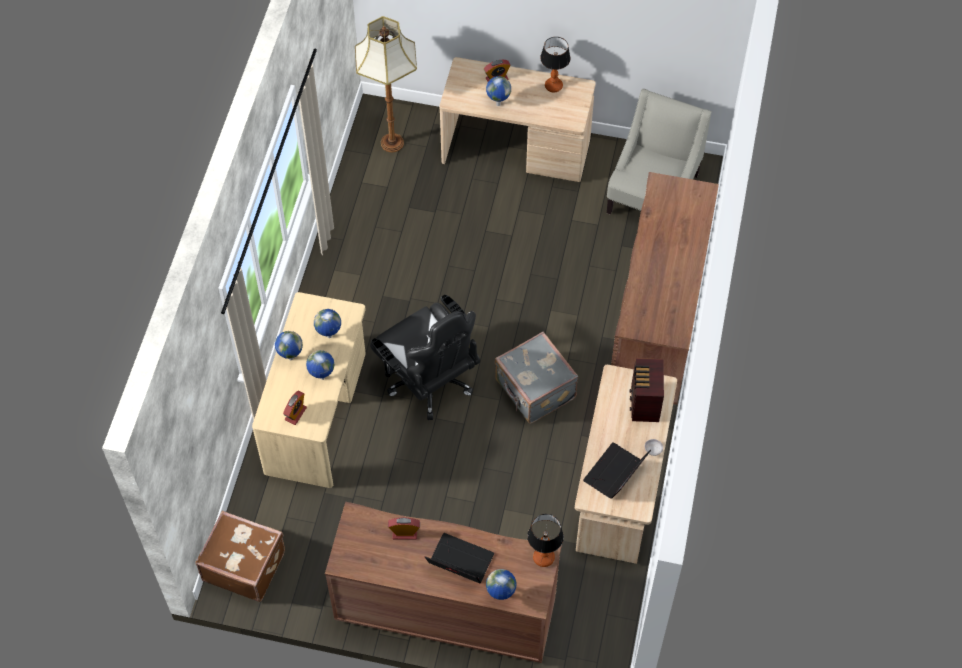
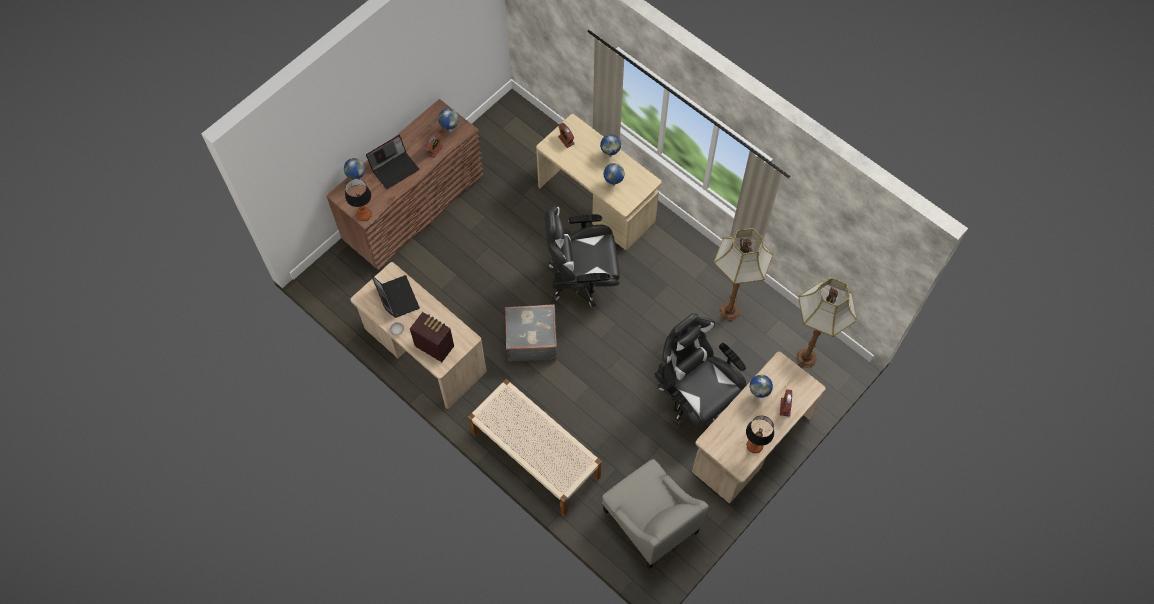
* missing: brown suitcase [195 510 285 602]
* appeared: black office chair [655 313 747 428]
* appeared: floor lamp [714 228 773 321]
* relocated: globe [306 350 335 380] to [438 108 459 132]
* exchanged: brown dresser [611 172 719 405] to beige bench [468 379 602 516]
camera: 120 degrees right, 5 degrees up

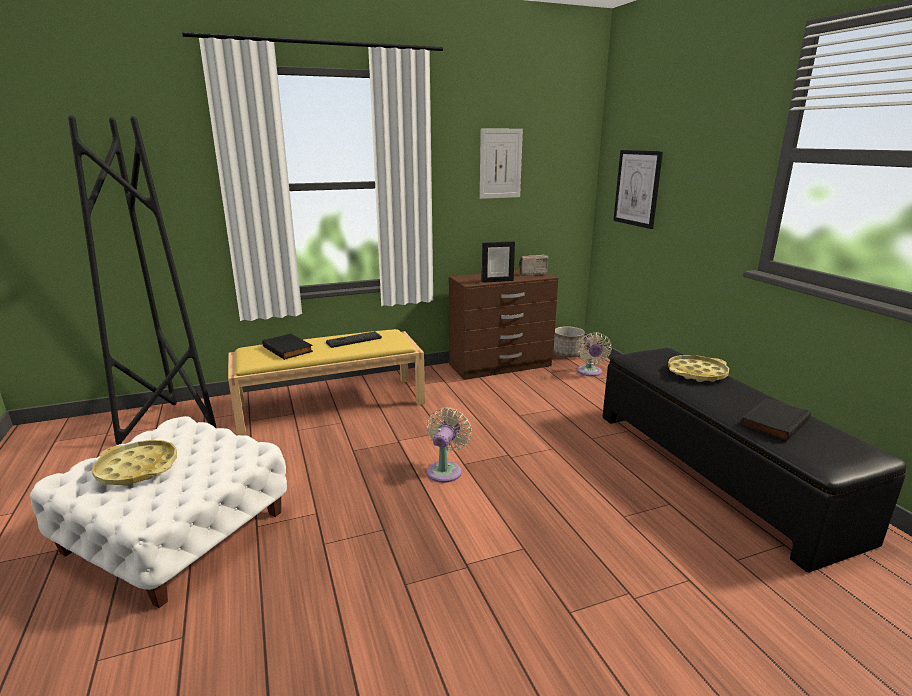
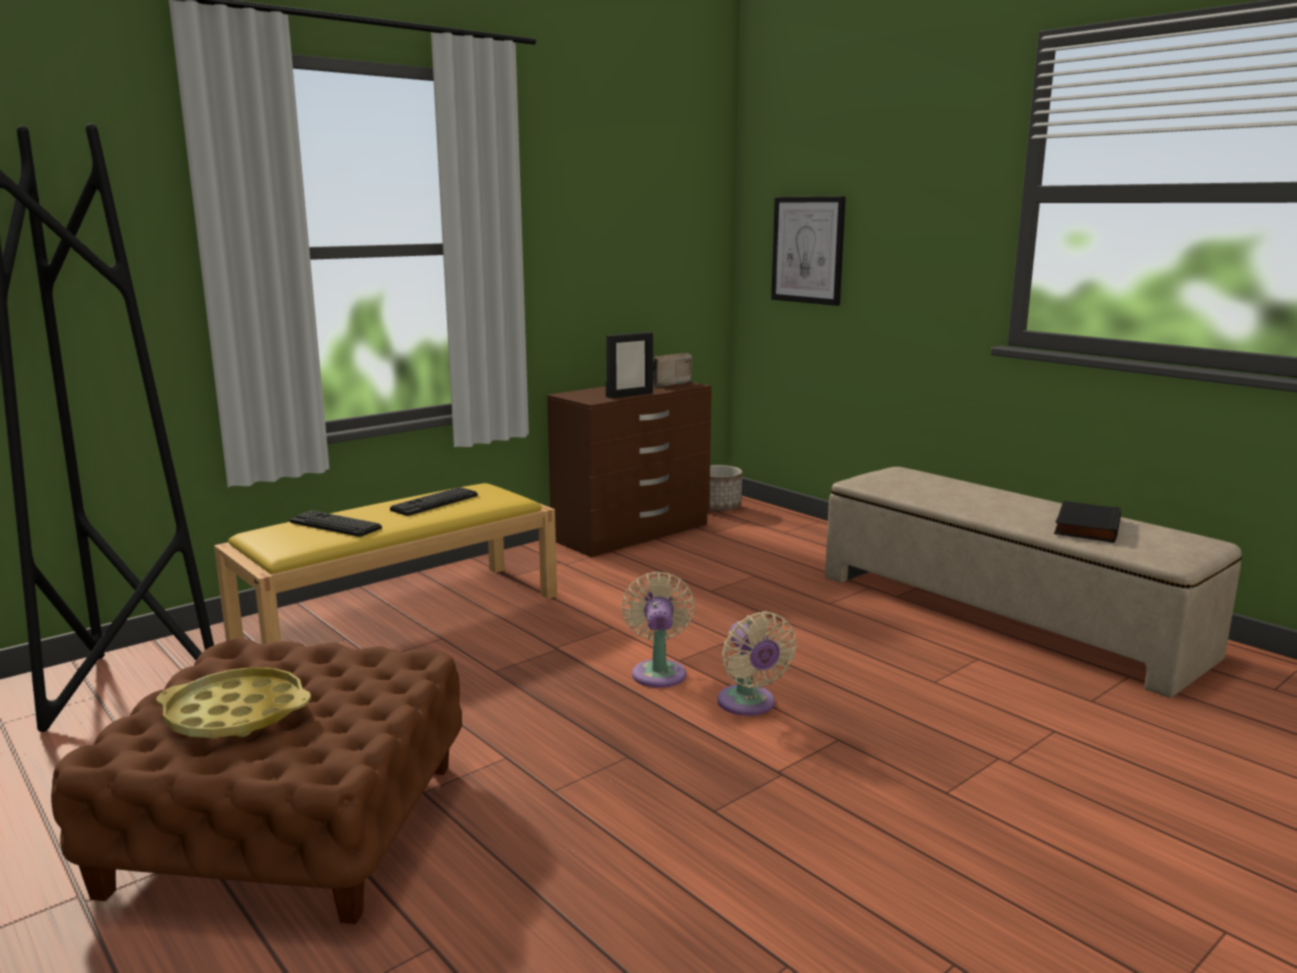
* missing: picture [480 128 523 199]
* missing: yellow tray [668 355 729 382]
* relocated: beige fan [577 332 612 376] to [717 611 797 716]
* exchanged: black book [262 334 313 360] to keyboard [290 510 382 537]
* colour: white ottoman [30 416 287 608] to brown ottoman [51 638 463 924]
* colour: black bench [602 348 906 573] to beige bench [825 467 1242 698]
camera: 20 degrees left, 5 degrees down

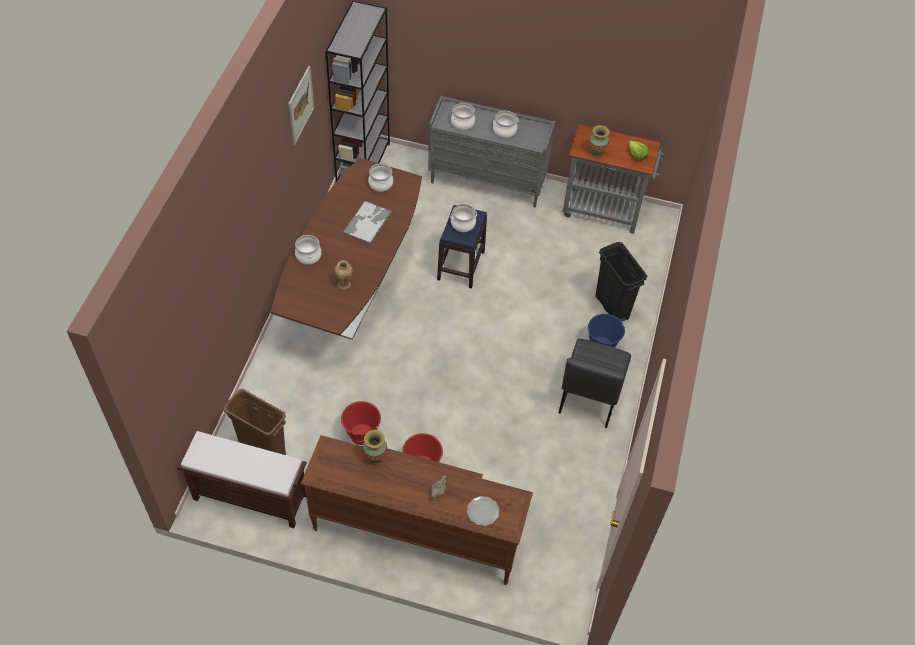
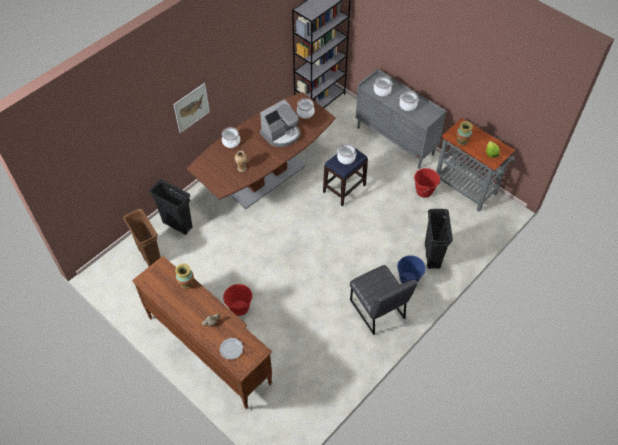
* missing: brown bench [177 431 306 528]
* appeared: black trash can [149 179 193 235]
* relocated: picture [288 66 314 145] to [173 83 210 133]
* relocated: red bucket [341 401 381 445] to [414 168 440 198]
* exchanged: tray [342 200 392 244] to coffee machine [260 99 300 147]
* spun: grey chair [559 339 631 428] = [350 265 418 335] 75 degrees counterclockwise
camera: 30 degrees right, 0 degrees up

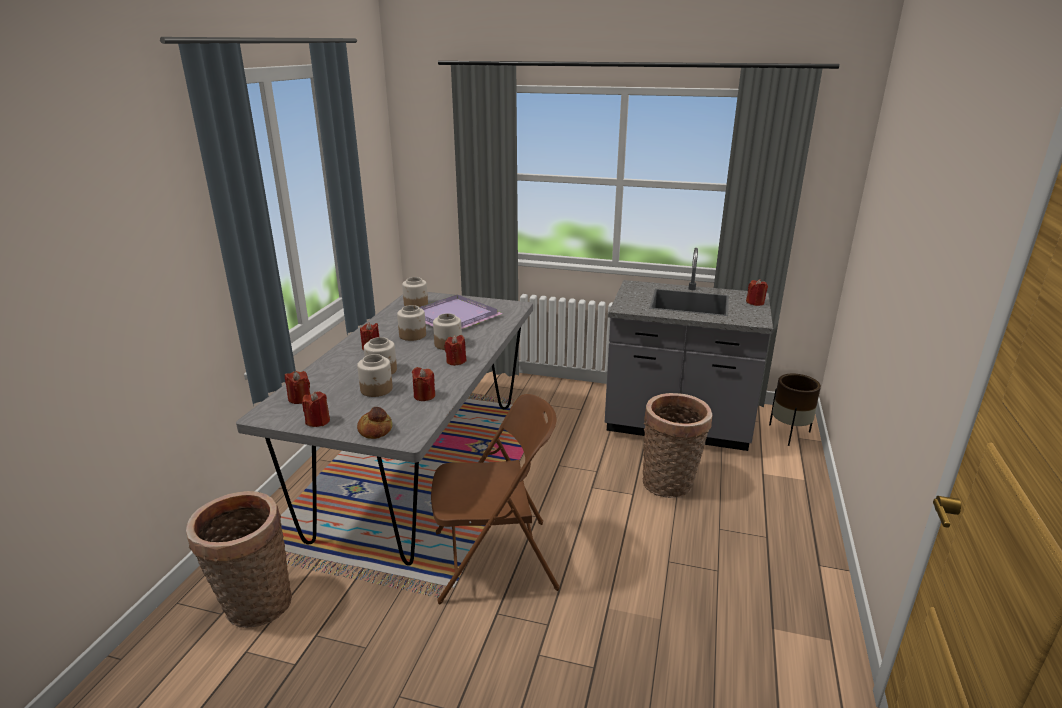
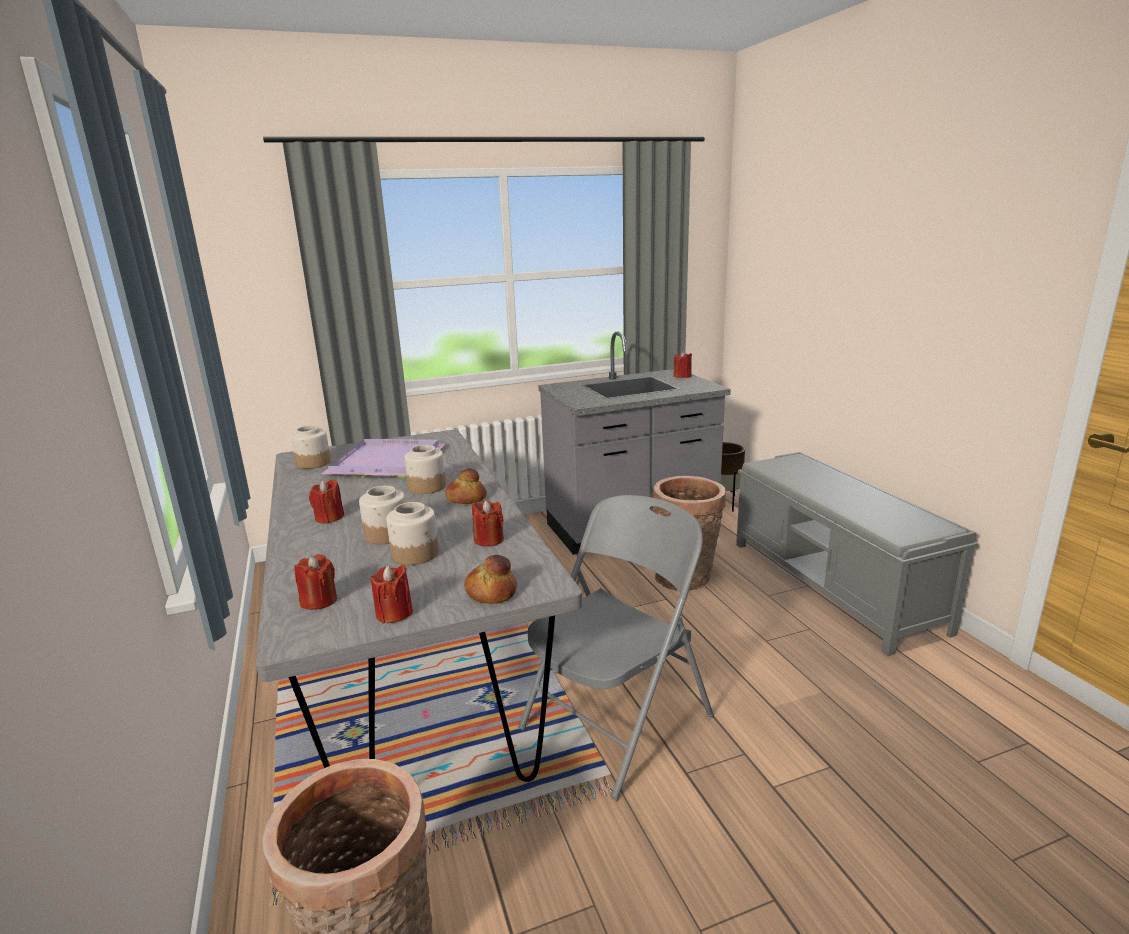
* missing: jar [397 305 426 341]
* appeared: grey bench [736 452 979 656]
* exchanged: red candle [444 335 466 366] to bread [445 468 487 504]
* colour: brown chair [431 394 560 604] to grey chair [518 495 714 801]
camera: 35 degrees left, 5 degrees down

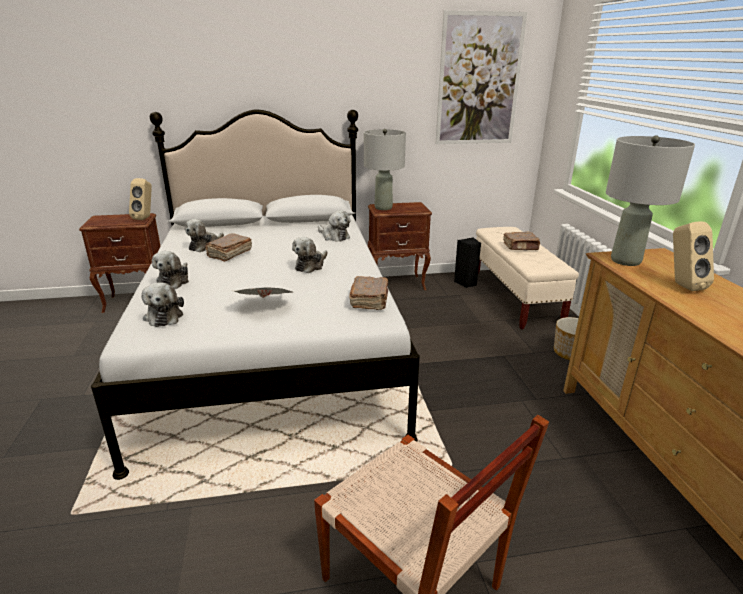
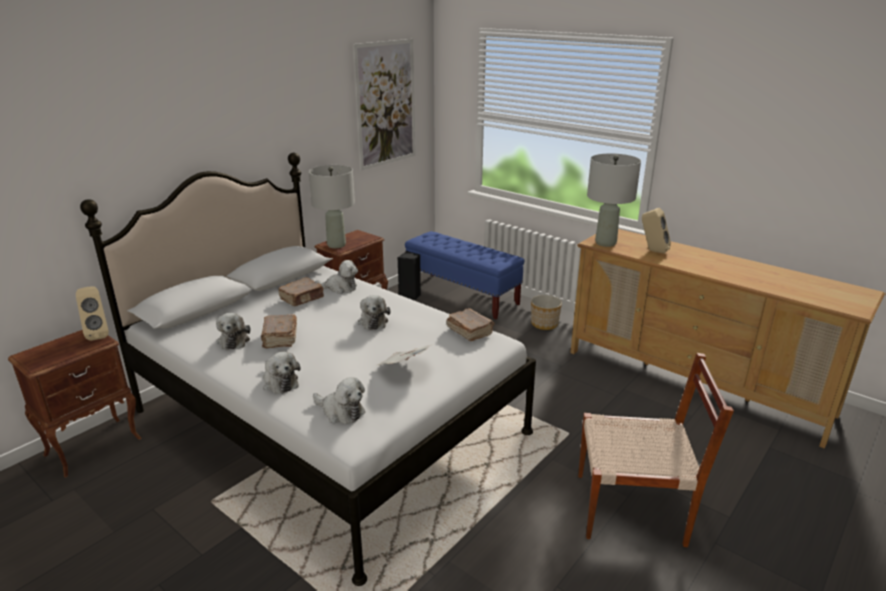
* relocated: brown book [503 232 540 250] to [278 278 324 306]
* colour: beige bench [476 227 579 329] to blue bench [405 231 525 320]
camera: 40 degrees left, 0 degrees up

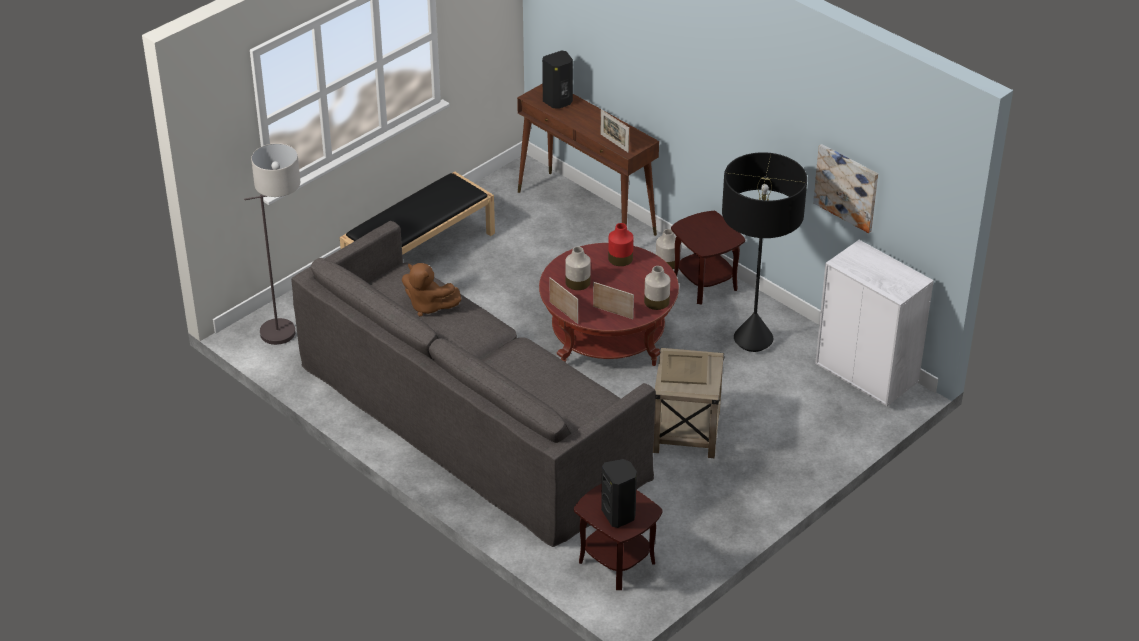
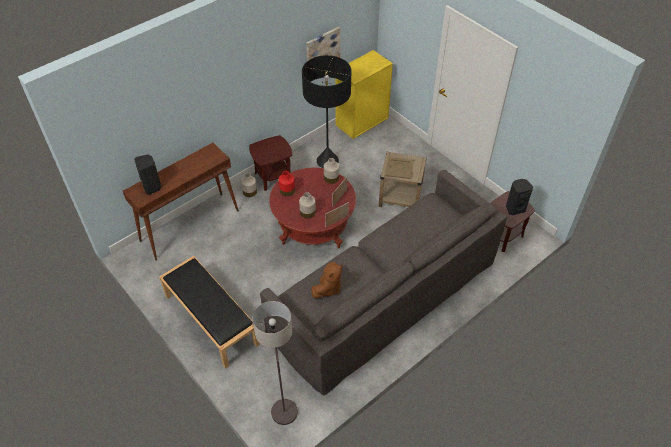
* missing: picture frame [601 109 629 152]
* colour: white cabinet [815 240 934 406] to yellow cabinet [335 50 393 139]
camera: 85 degrees left, 10 degrees up

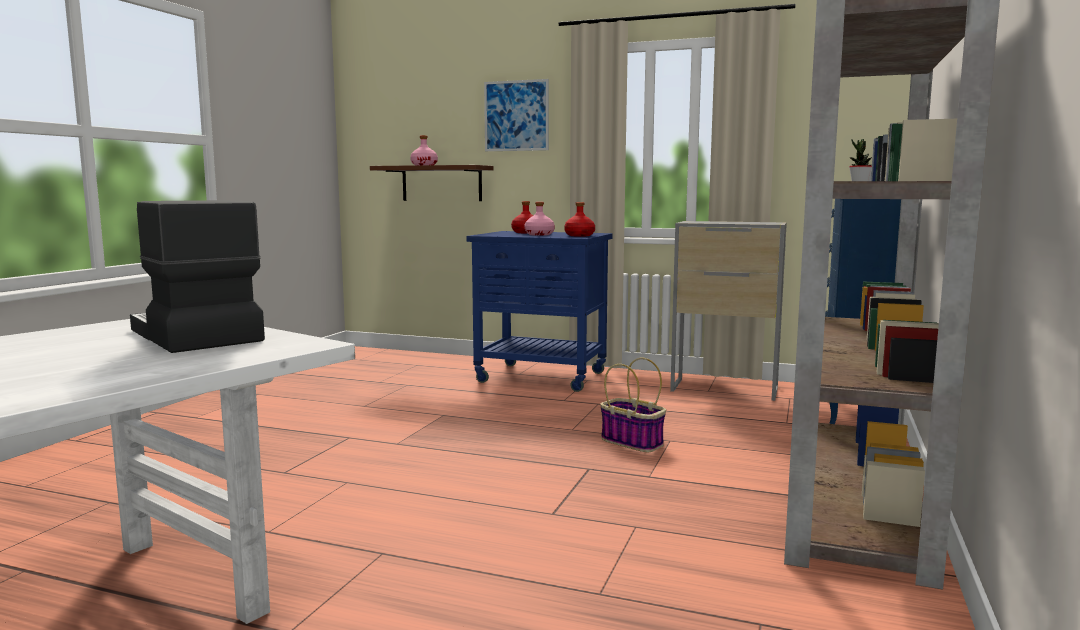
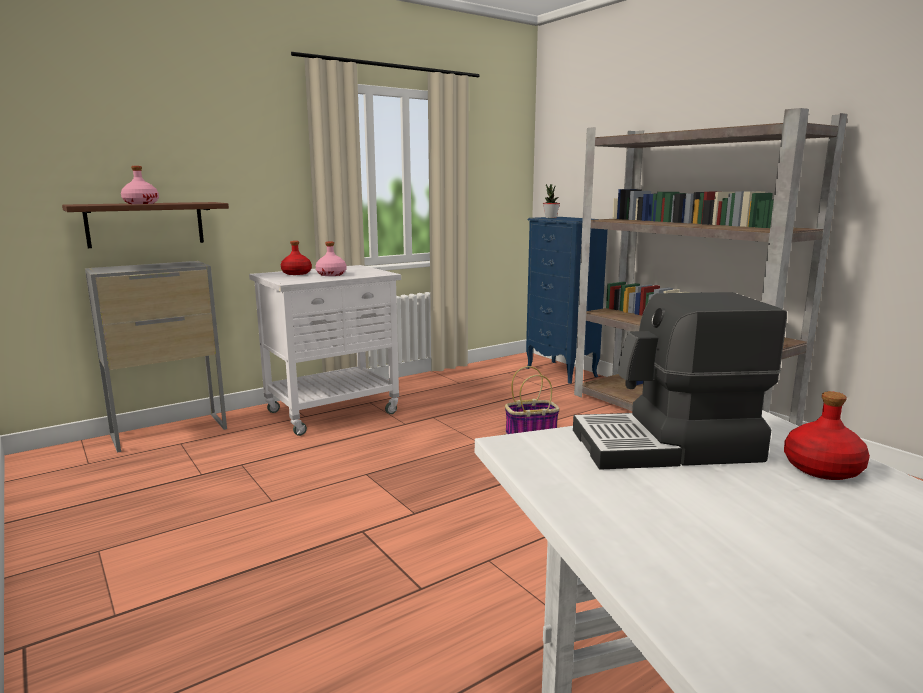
* missing: picture [484 79 549 151]
* relocated: red bottle [564 202 595 237] to [784 391 870 480]
* relocated: grey cabinet [670 221 787 401] to [85 261 227 453]
* colour: blue cart [466 231 613 392] to white cart [249 265 401 436]
camera: 55 degrees left, 5 degrees up

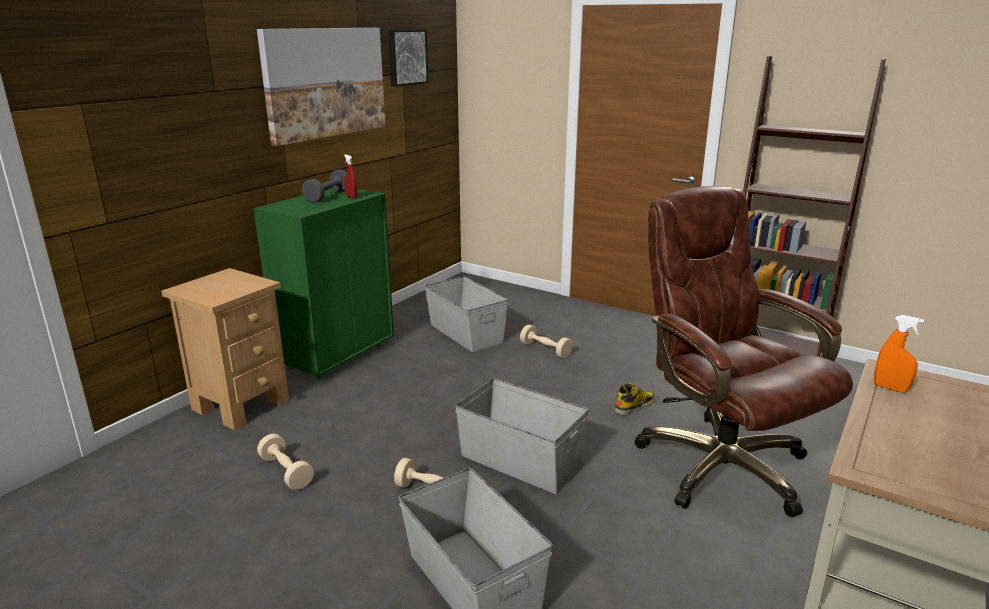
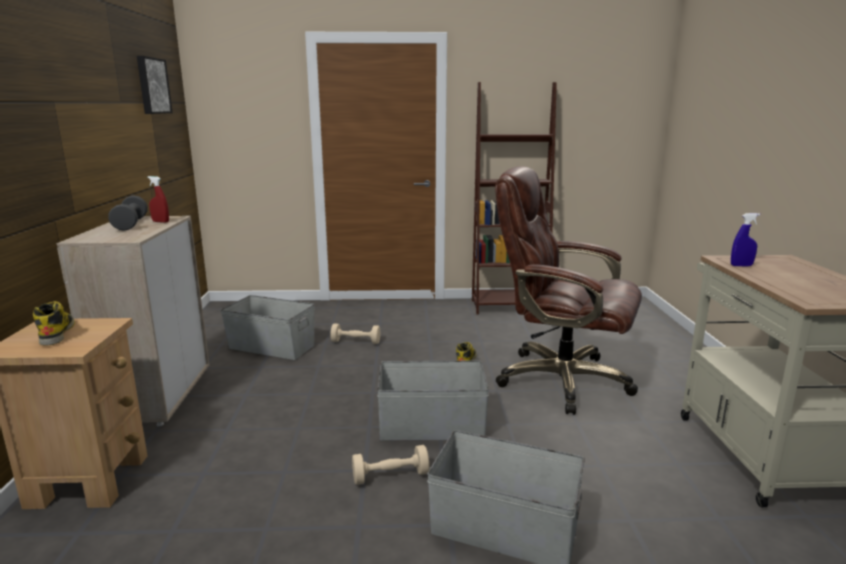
* missing: picture [257 28 386 146]
* missing: beige dumbbell [257 433 314 490]
* appeared: boot [33 301 75 345]
* colour: green cabinet [254 188 394 379] to beige cabinet [57 216 209 426]
* colour: orange spray bottle [874 315 924 393] to blue spray bottle [731 213 760 266]
camera: 35 degrees left, 5 degrees down

